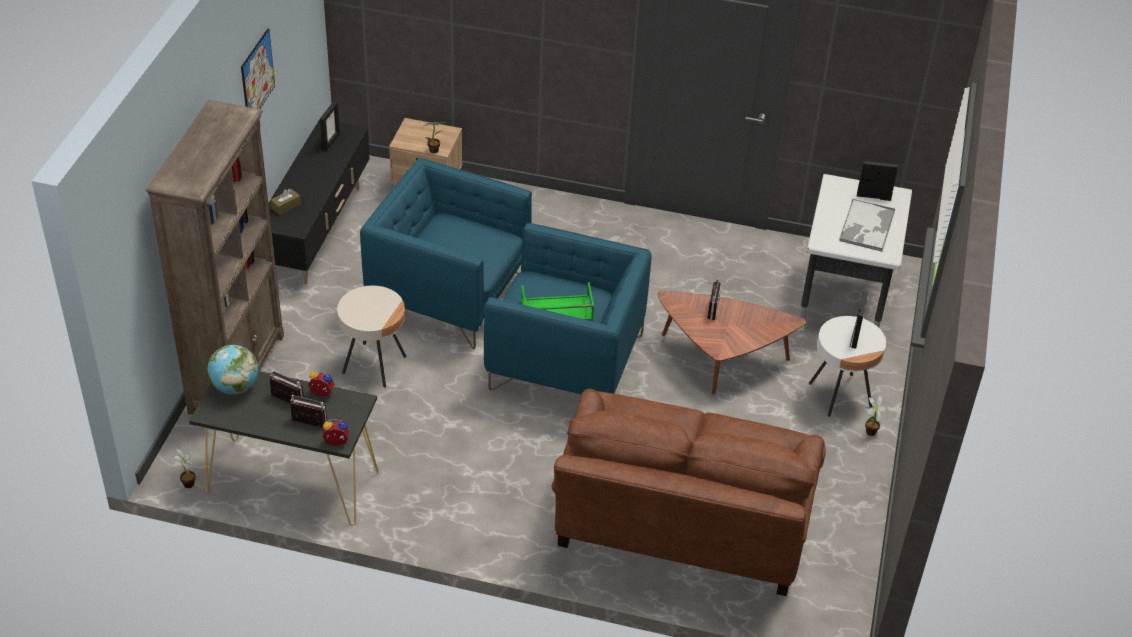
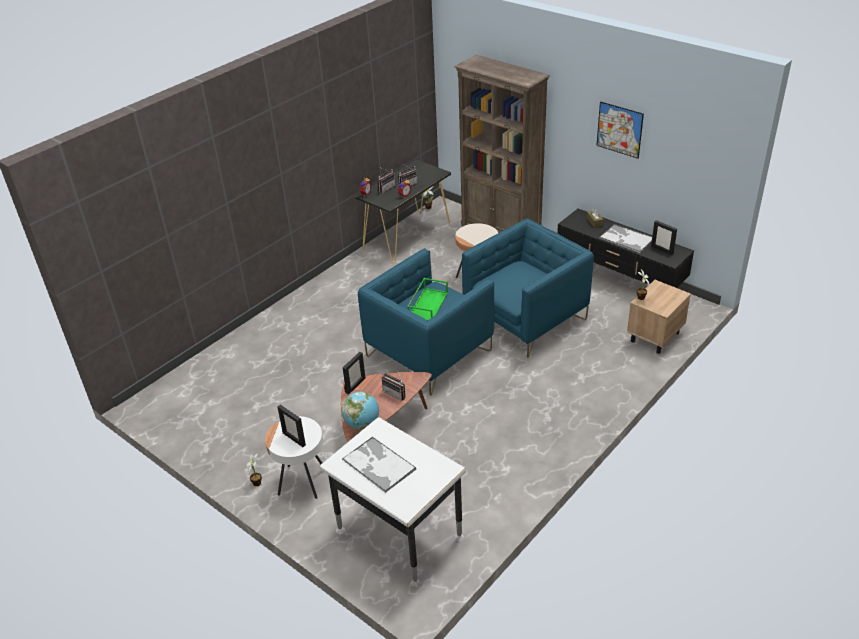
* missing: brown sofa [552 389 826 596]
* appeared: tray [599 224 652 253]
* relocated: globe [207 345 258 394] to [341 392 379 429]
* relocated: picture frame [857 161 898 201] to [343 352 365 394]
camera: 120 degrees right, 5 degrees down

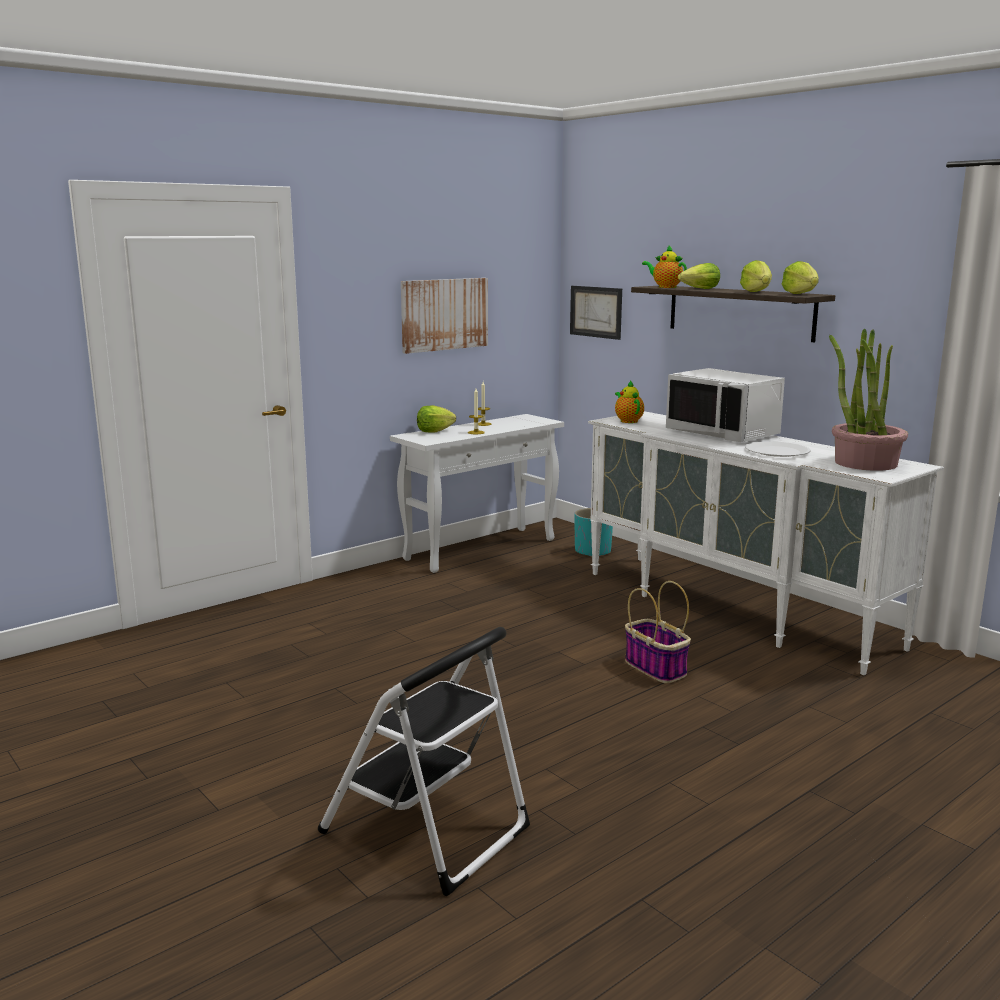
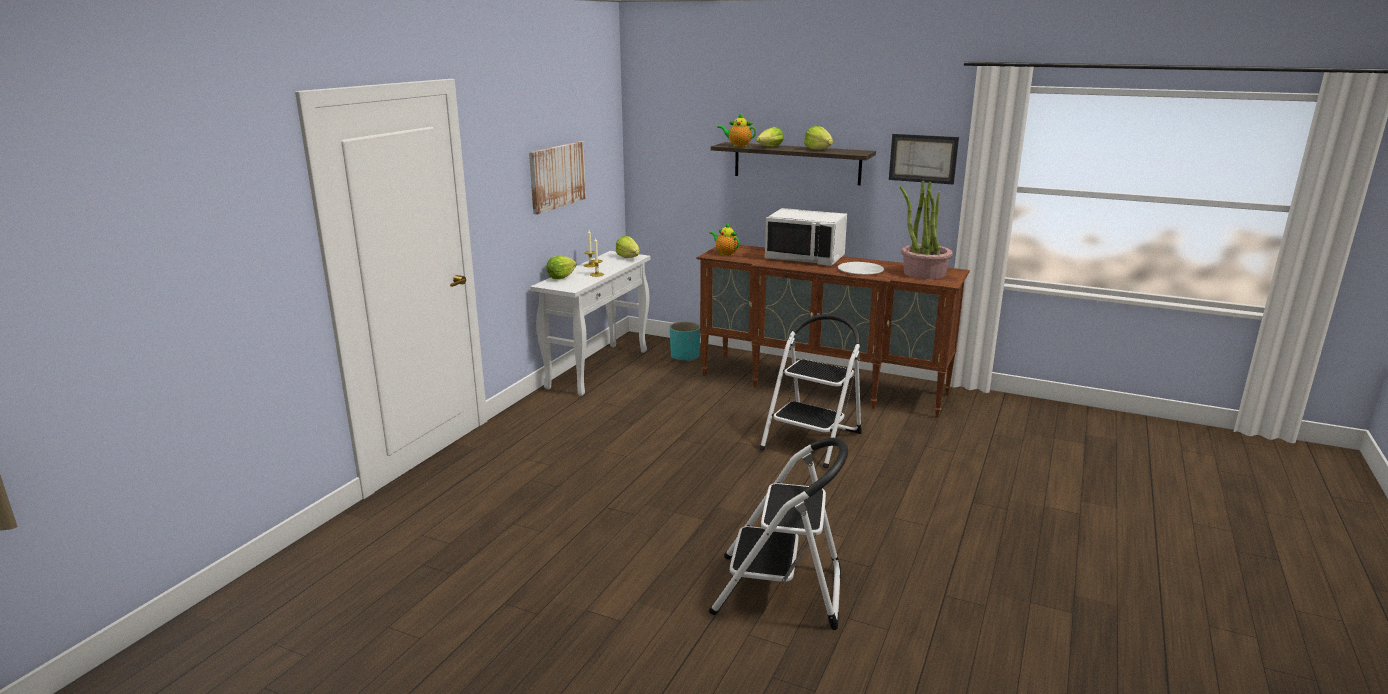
* relocated: picture [570 286 622 340] to [889 134 959 185]
* relocated: lettuce [782 261 819 294] to [616 236 640 258]
* exchanged: basket [625 581 691 683] to step ladder [759 314 862 468]
* colour: white cabinet [588 411 944 675] to brown cabinet [696 245 970 418]
camera: 25 degrees left, 5 degrees up

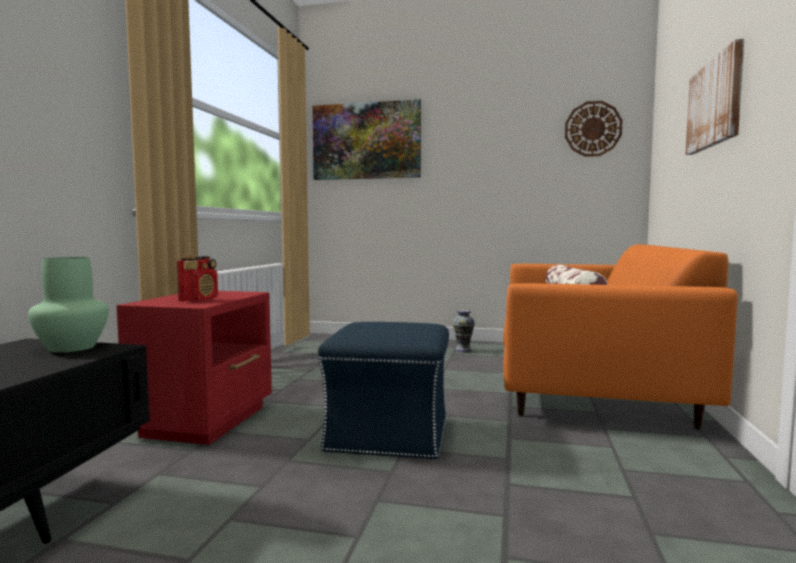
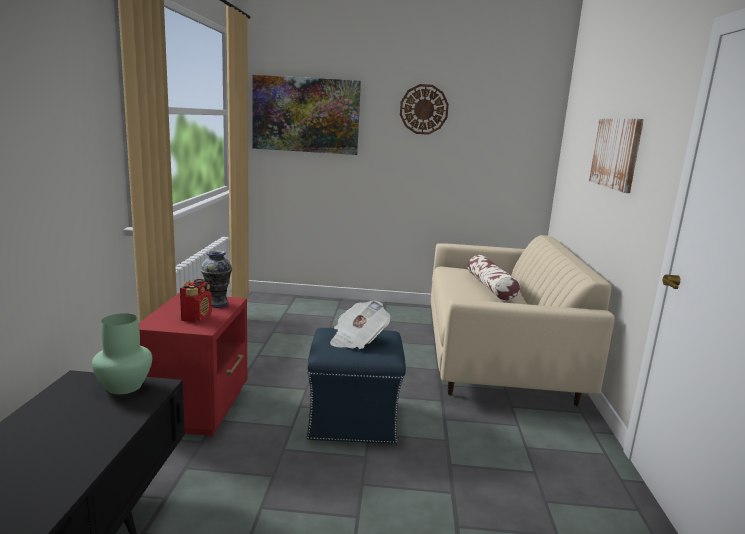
* appeared: newspaper [330 301 390 349]
* relocated: vase [452 310 475 352] to [201 250 232 308]
* relocated: wall clock [565 101 622 157] to [400 84 449 135]
* colour: orange sofa [503 244 738 430] to beige sofa [431 235 615 406]
camera: 10 degrees left, 10 degrees up

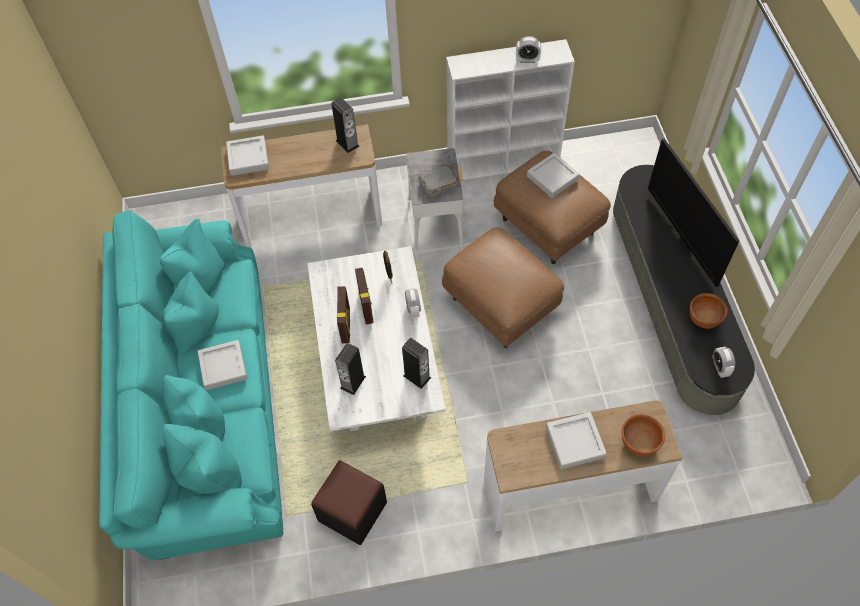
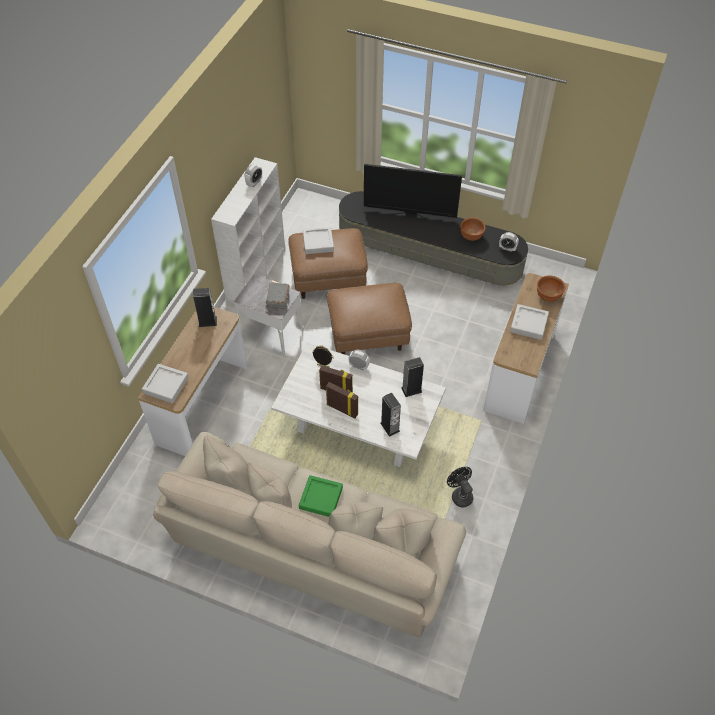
* exchanged: black ottoman [311 460 387 545] to black fan [447 467 473 507]
* colour: turquoise sofa [99 210 284 561] to beige sofa [153 432 466 638]
* colour: grey tray [198 340 247 390] to green tray [299 475 343 517]
camera: 60 degrees left, 5 degrees down

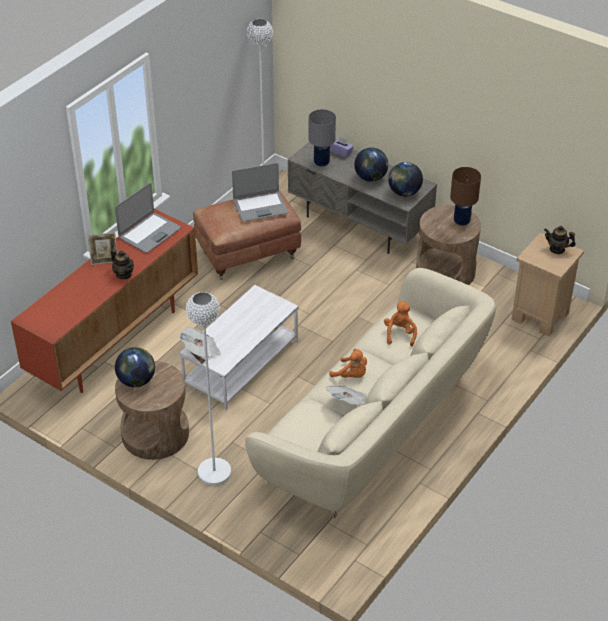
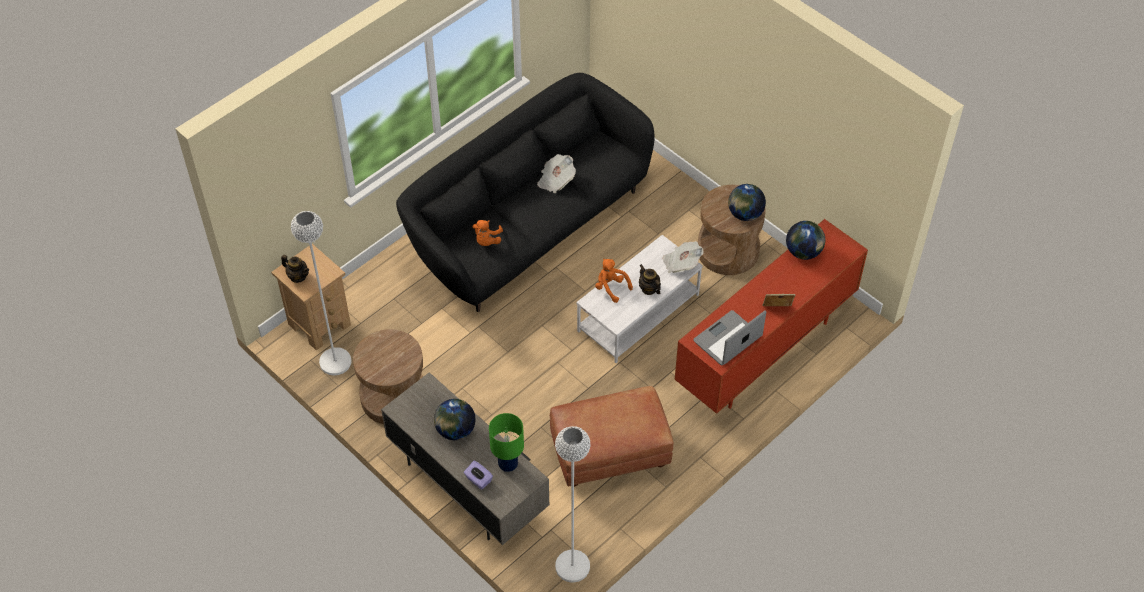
* missing: laptop [232 163 288 222]
* missing: brown table lamp [450 167 481 226]
* relocated: teapot [111 249 134 279] to [639 264 661 295]
* relocated: white floor lamp [186 292 231 486] to [291 211 351 375]
* relocated: orange plush toy [329 349 367 378] to [595 259 633 303]
* relocated: globe [388 162 423 197] to [786 221 825 260]
* colour: beige sofa [245 268 497 518] to black sofa [396 73 655 312]
* colour: grey table lamp [309 109 336 166] to green table lamp [489 413 524 472]
camera: 170 degrees left, 10 degrees up

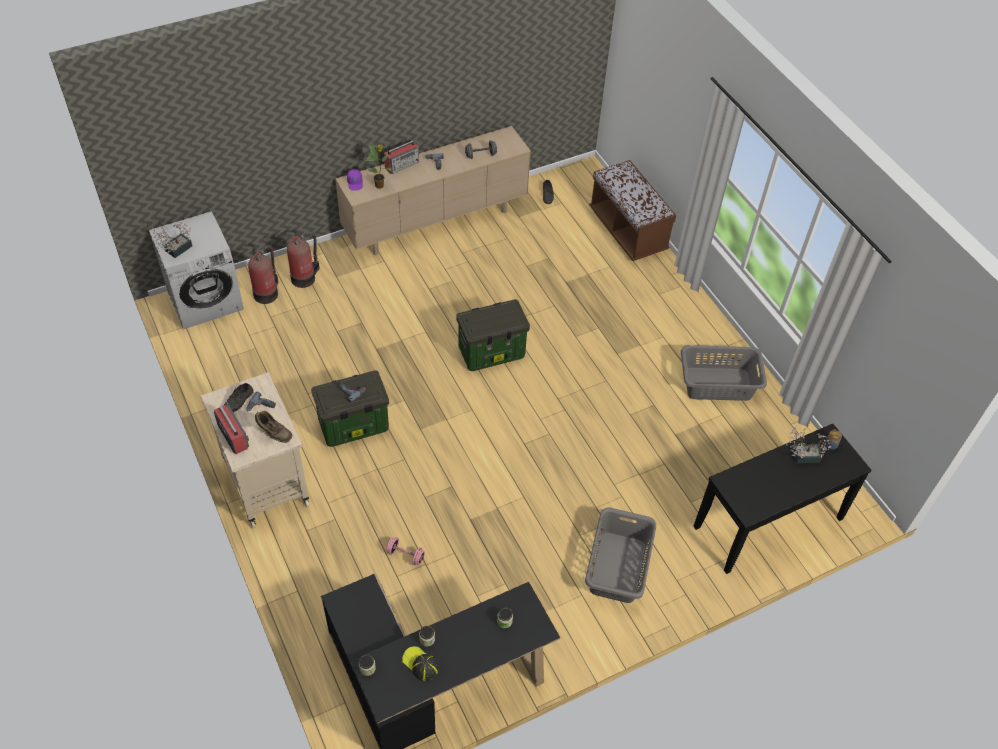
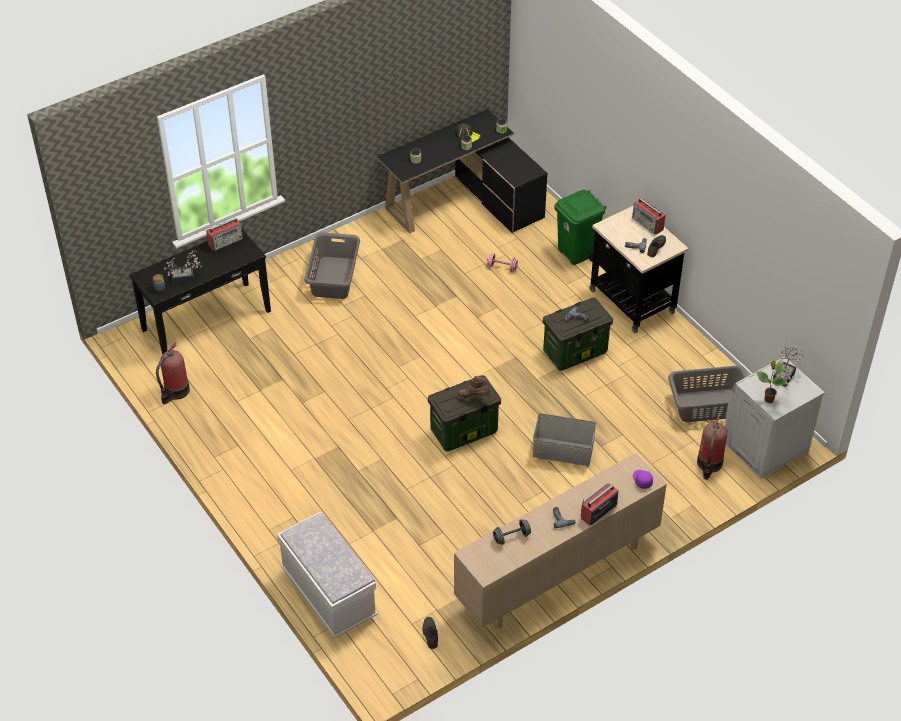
* appeared: radio [206 218 243 251]
* appeared: grey storage box [533 413 596 466]
* appeared: green trash can [555 190 607 265]
* relocated: brown boot [255 411 292 443] to [458 376 490 400]
* relocated: fire extinguisher [287 232 320 288] to [156 342 190 404]
* relocated: potted plant [366 144 392 189] to [756 360 788 403]
* relocated: grey laundry basket [681 345 767 401] to [668 366 747 422]
* colour: beige cart [201 372 310 529] to black cart [589 205 689 333]
* colour: brown bench [589 160 676 261] to white bench [277 512 378 638]
camera: 175 degrees right, 5 degrees down

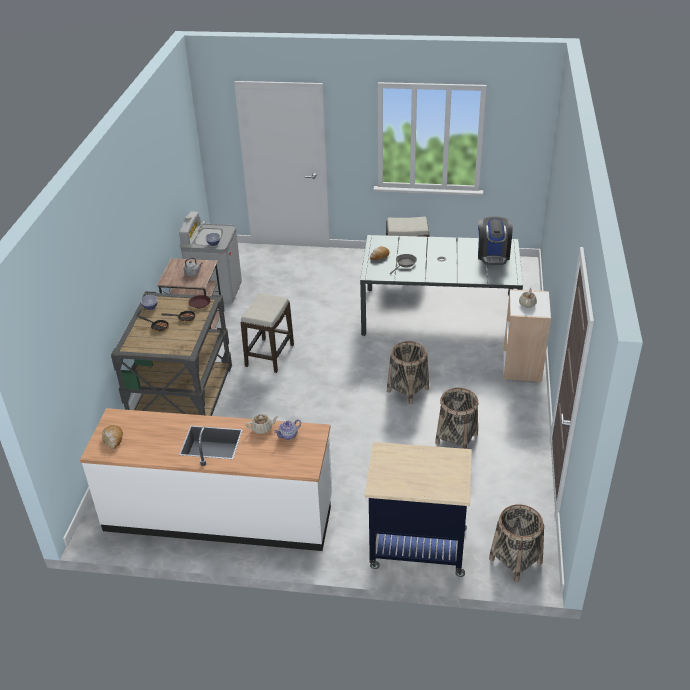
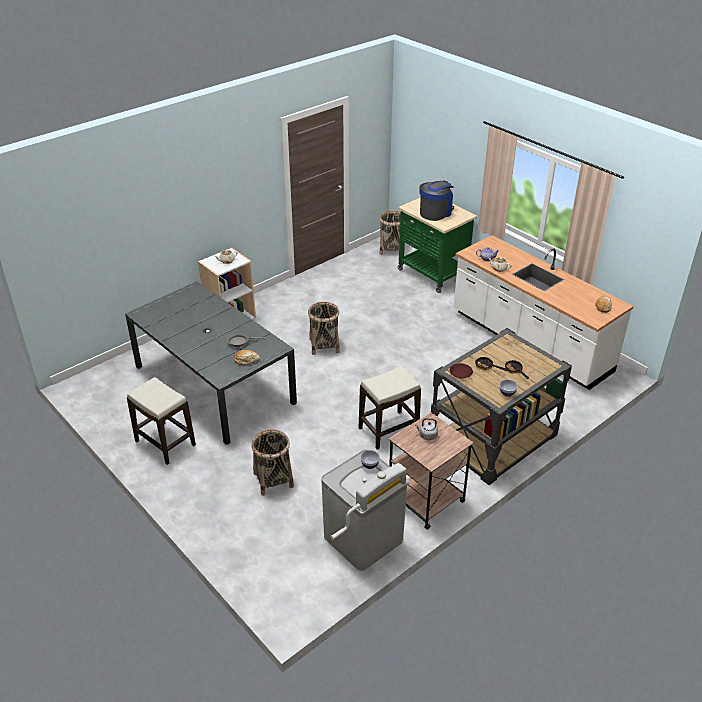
* relocated: basket [435 388 478 449] to [251 430 294 495]
* relocated: coffee machine [478 216 513 265] to [419 181 454 221]
* colour: blue cart [365 442 472 577] to green cart [398 197 477 293]
camera: 140 degrees left, 0 degrees up

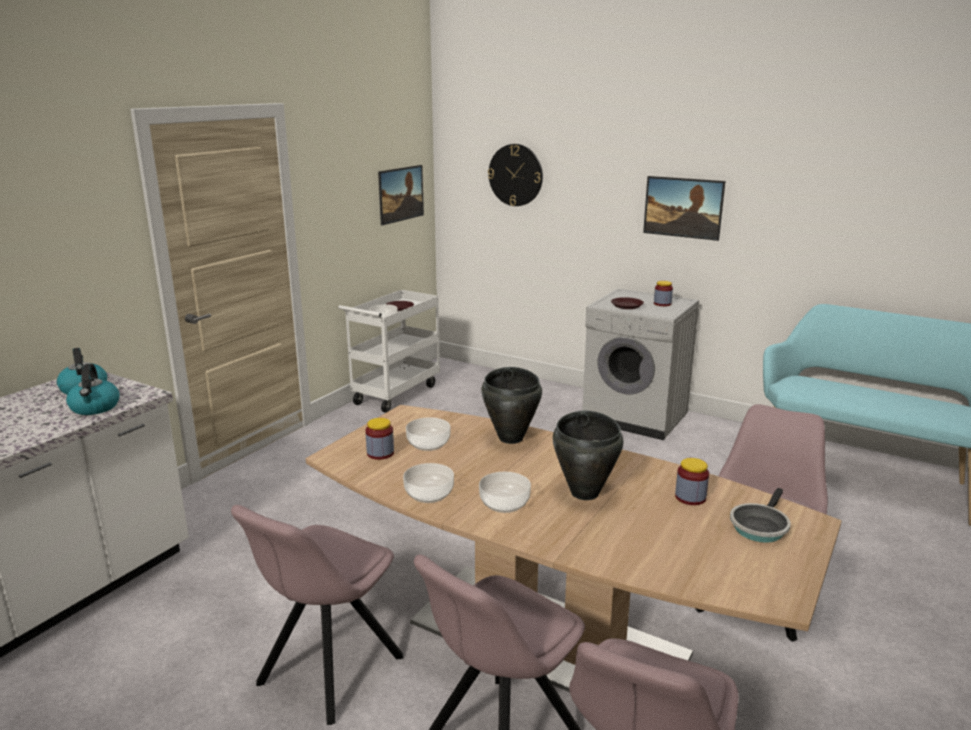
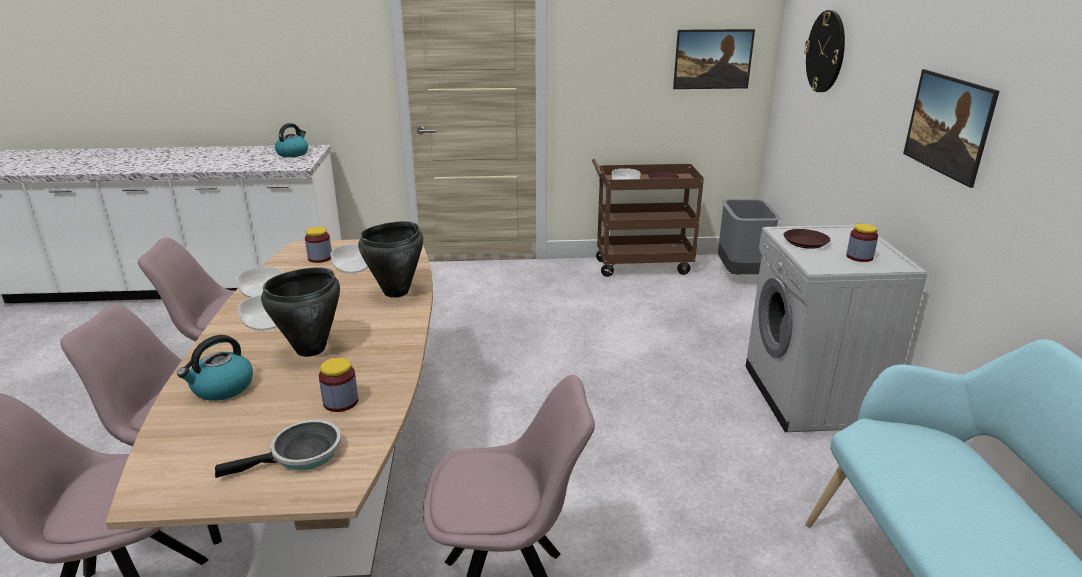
* appeared: grey trash can [718 199 780 274]
* relocated: kettle [66 364 120 415] to [177 335 253 401]
* colour: white cart [338 290 440 413] to brown cart [592 159 704 277]
* spun: frying pan [730 488 791 543] = [215 420 341 478] 150 degrees clockwise
camera: 55 degrees right, 5 degrees up

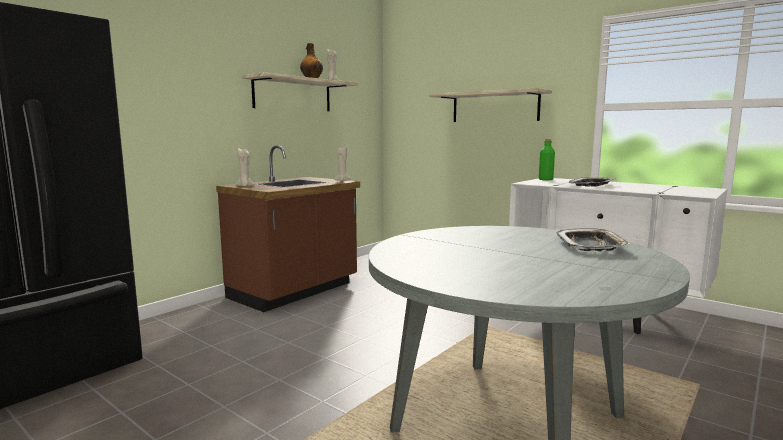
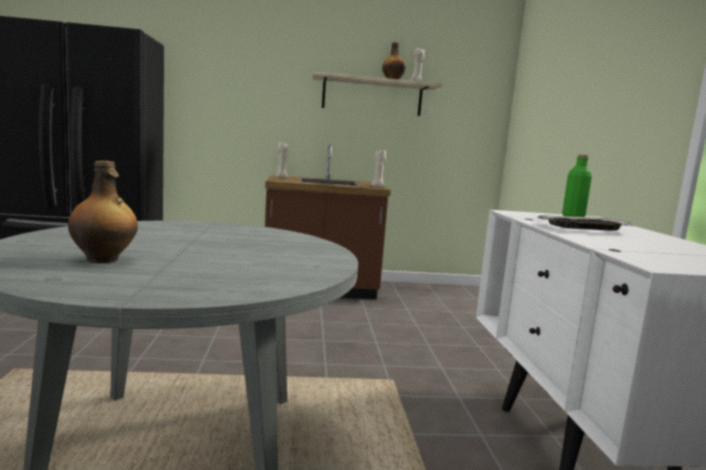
* missing: shelf [429 88 552 122]
* missing: tray [556 228 630 251]
* appeared: bottle [68 161 138 263]
camera: 45 degrees right, 0 degrees up

